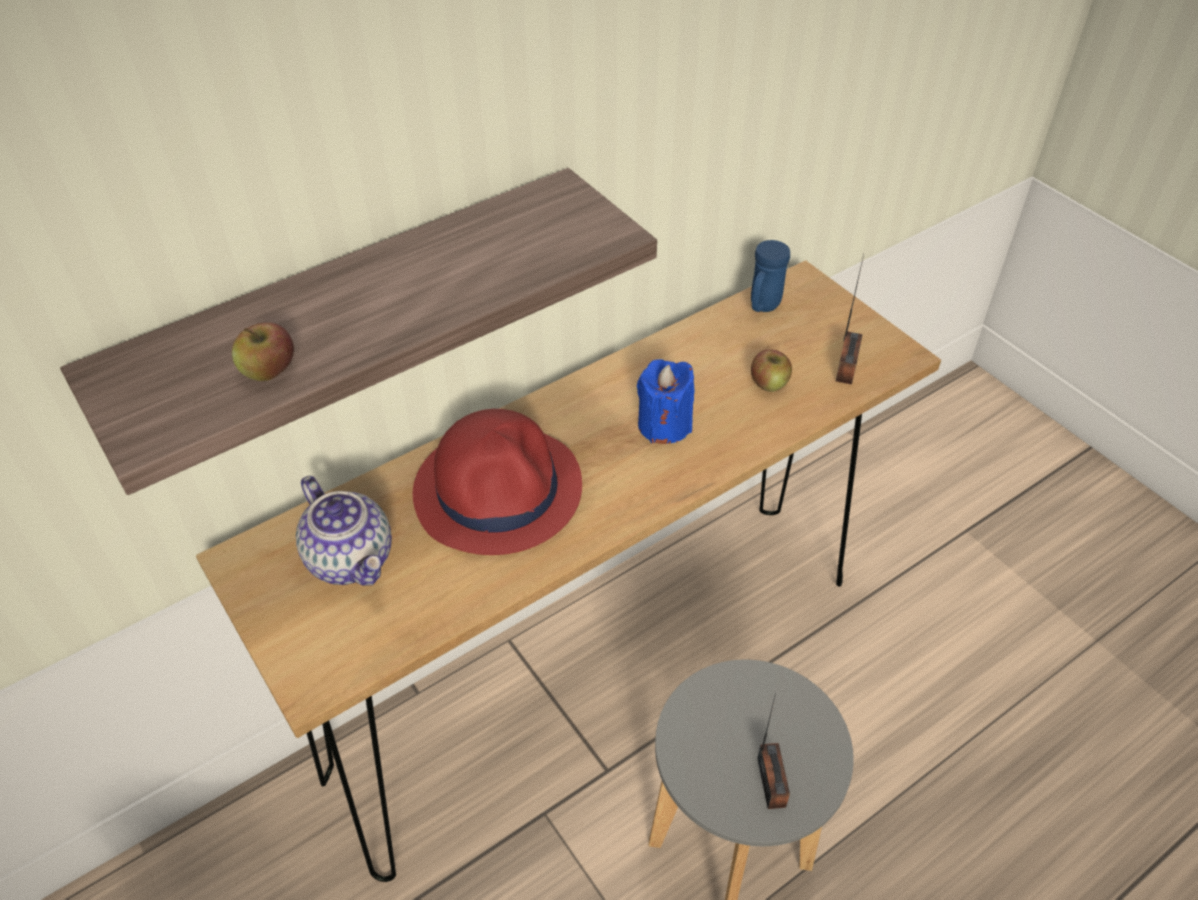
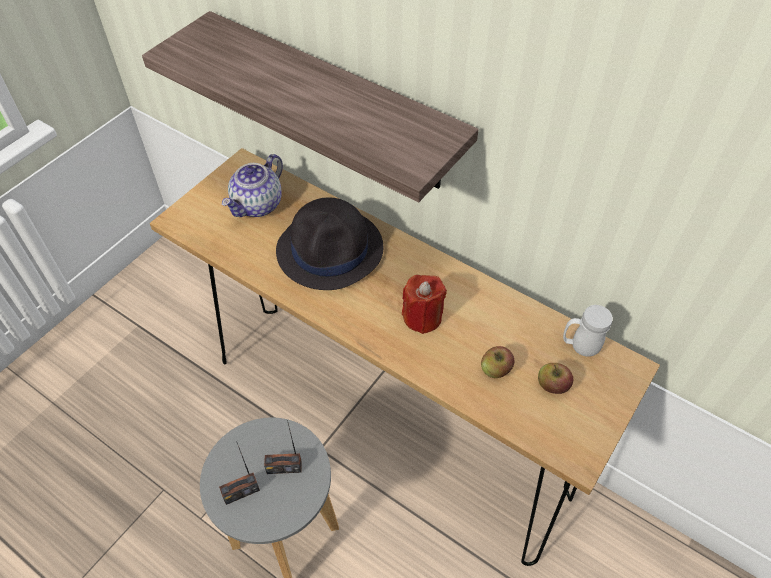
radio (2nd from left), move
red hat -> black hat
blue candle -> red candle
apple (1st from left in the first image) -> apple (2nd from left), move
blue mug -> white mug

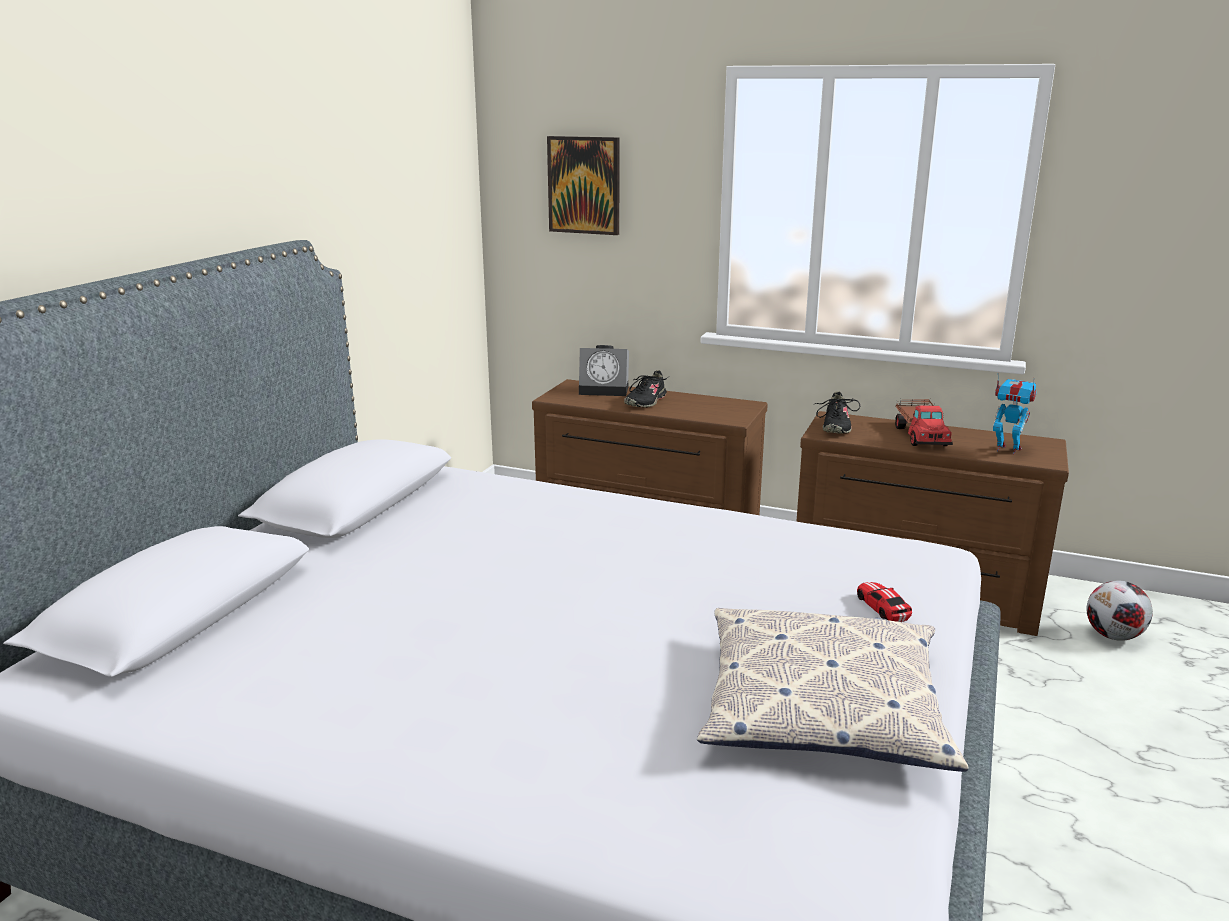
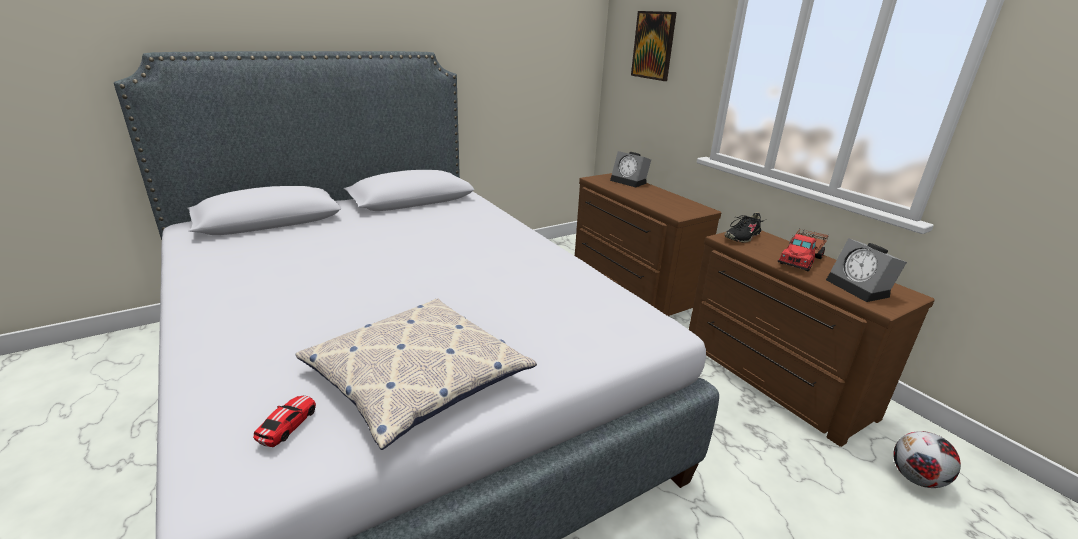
toy car, move
toy robot -> alarm clock (2nd from left)
black shoe (1st from left) -> none

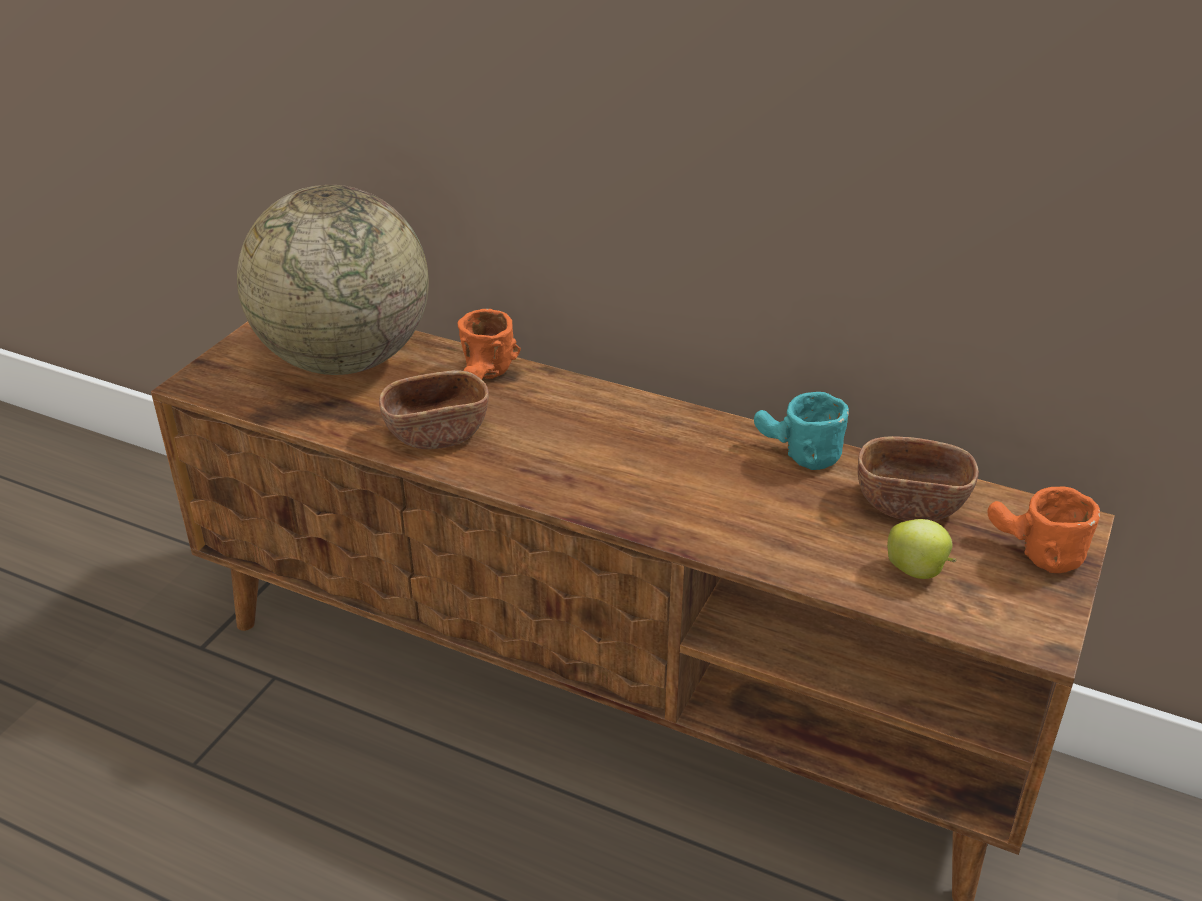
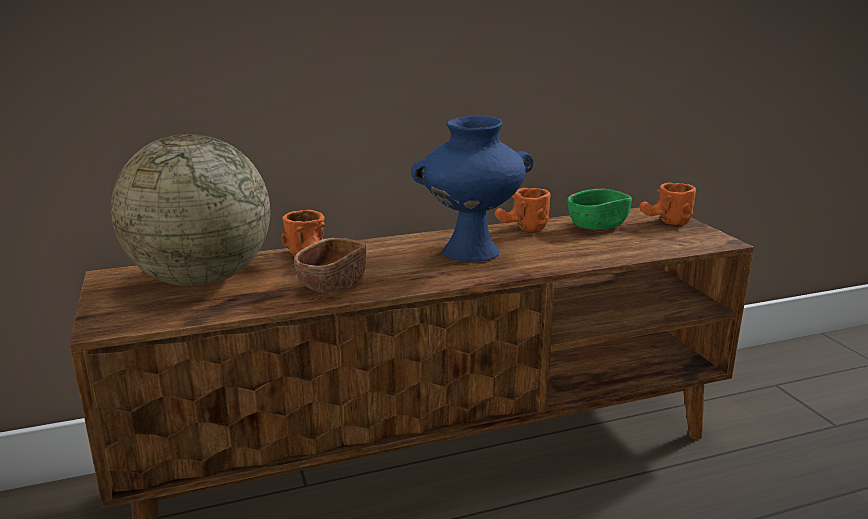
none -> blue vase
turquoise mug -> orange mug (2nd from left)
brown bowl (2nd from left) -> green bowl
apple -> none

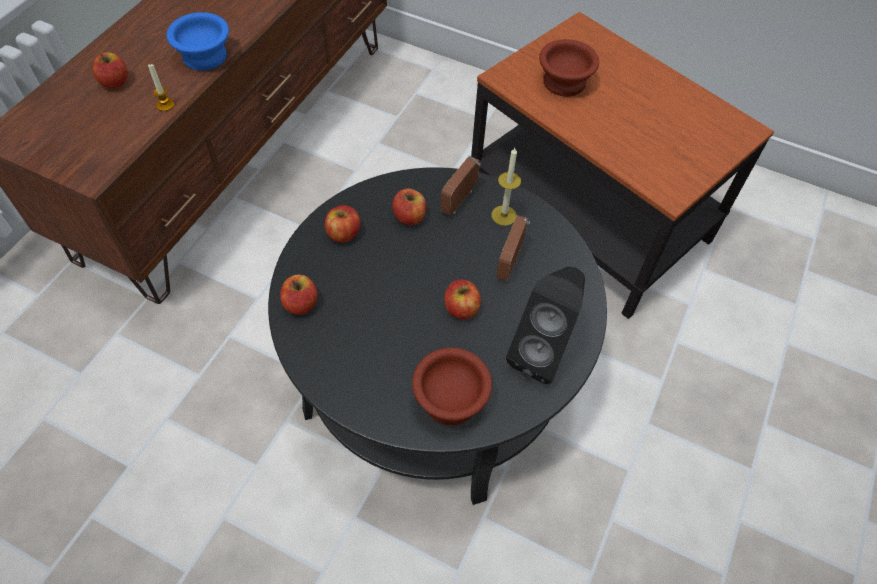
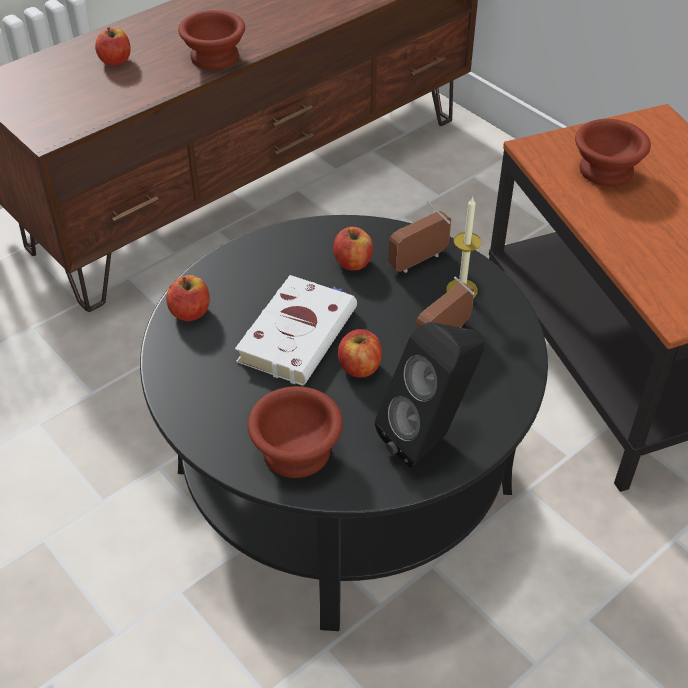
blue bowl -> brown bowl (1st from left)
none -> white book
candle (1st from left) -> none
apple (3rd from left) -> none

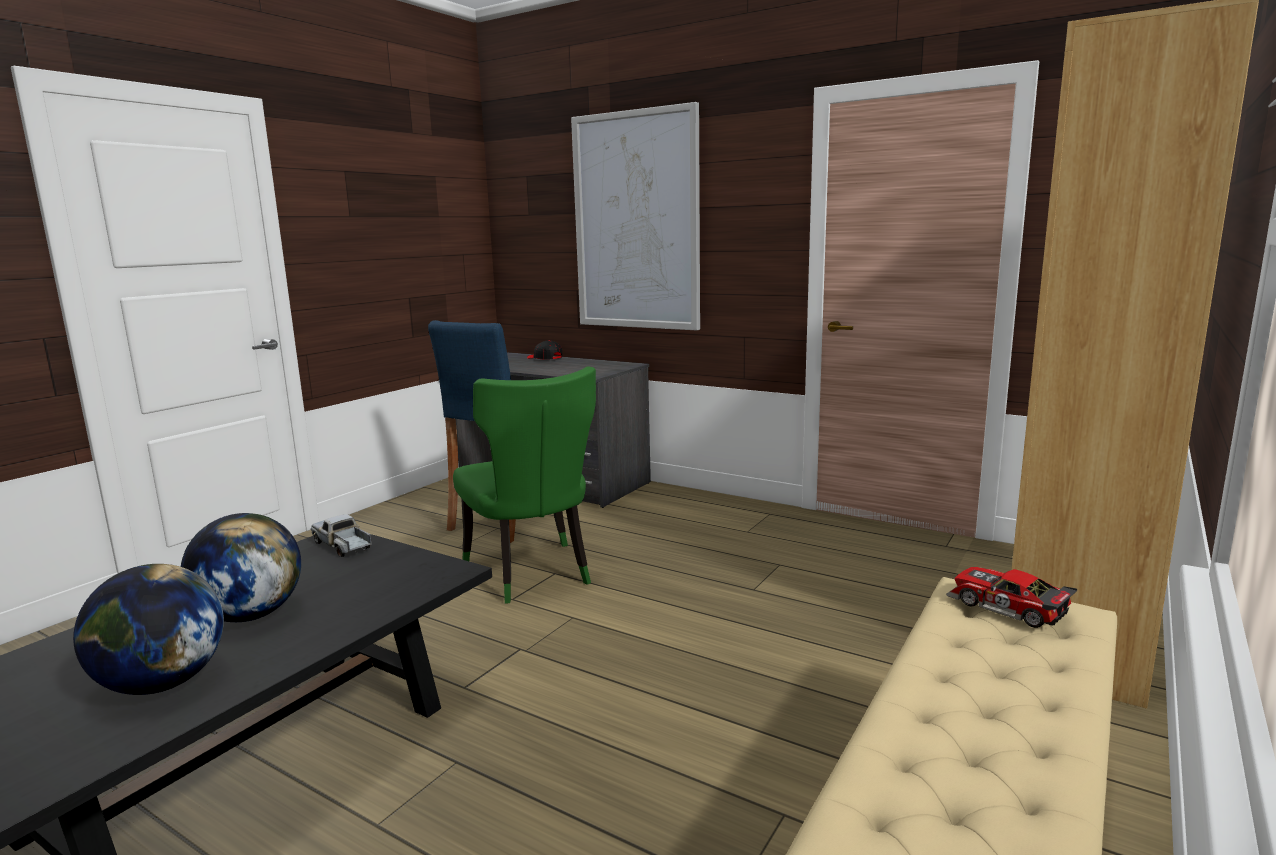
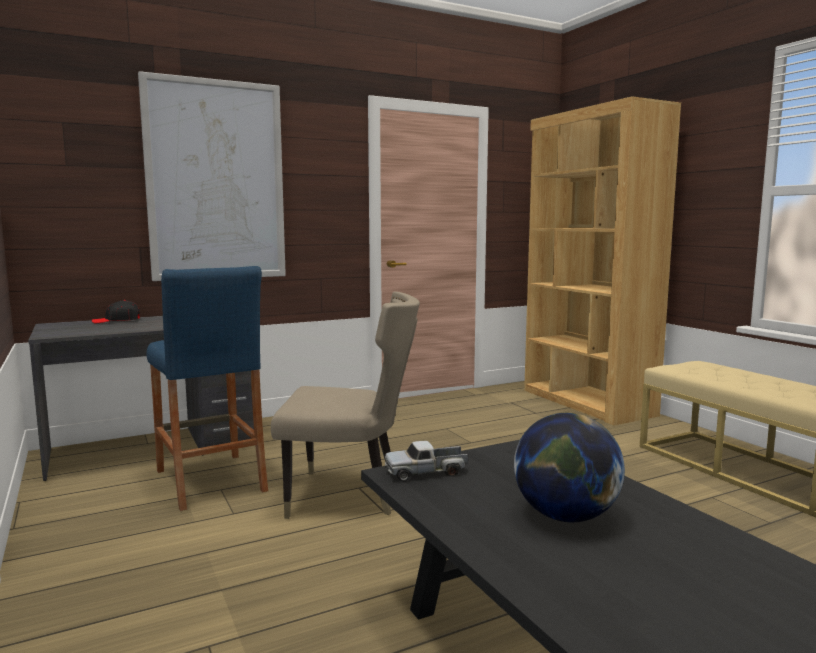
green chair -> beige chair
globe (1st from left) -> none
toy car -> none

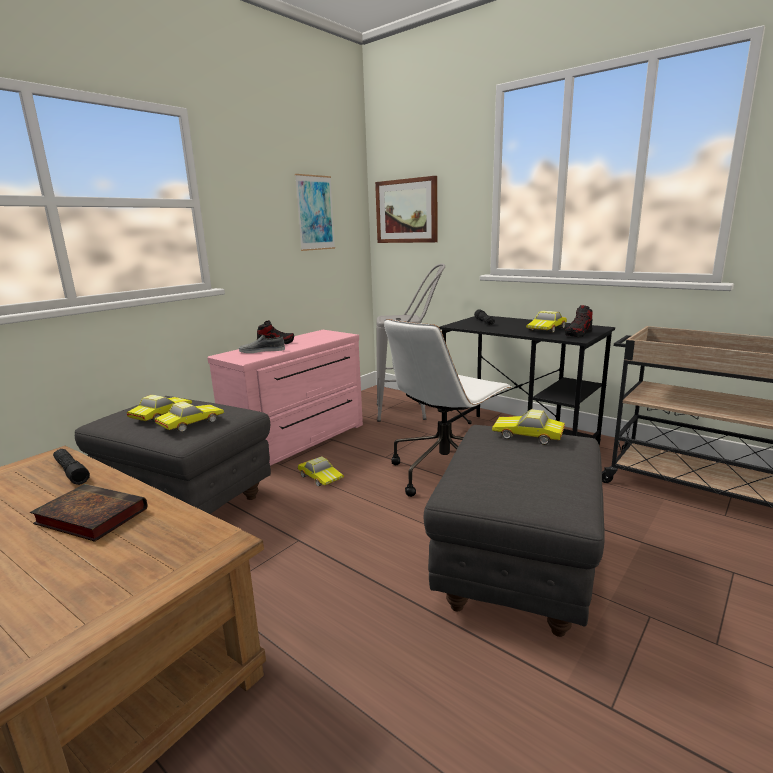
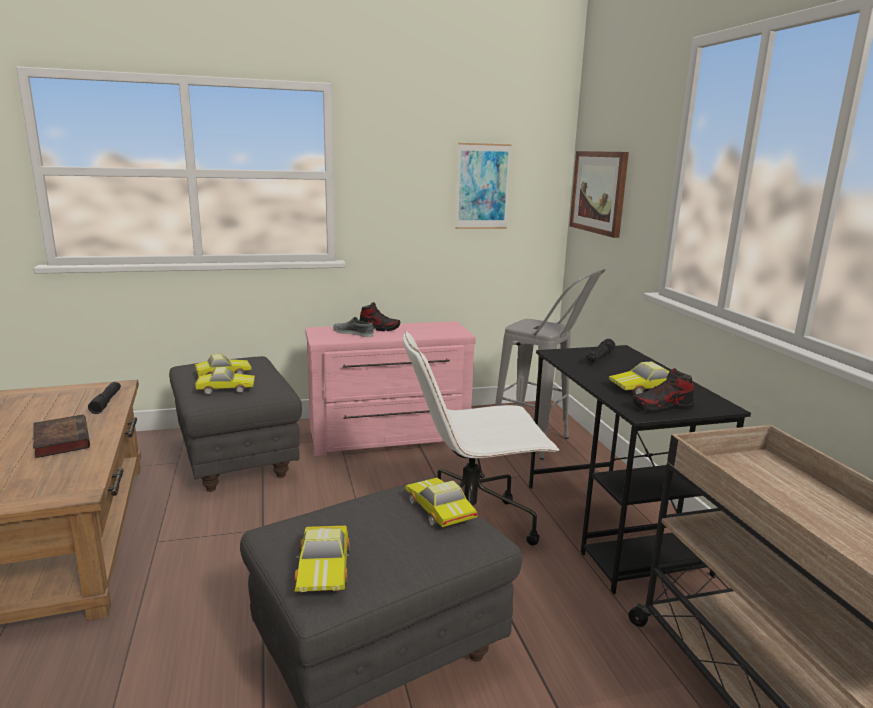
toy car (3rd from left), move

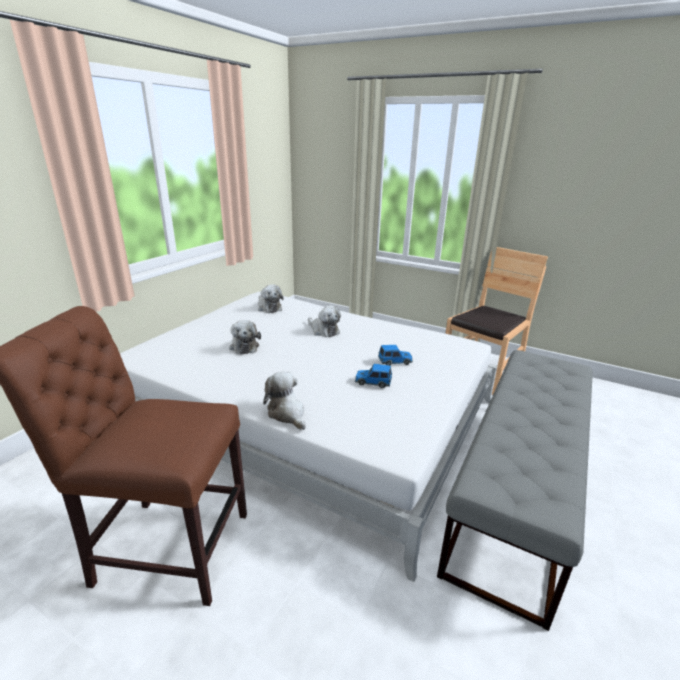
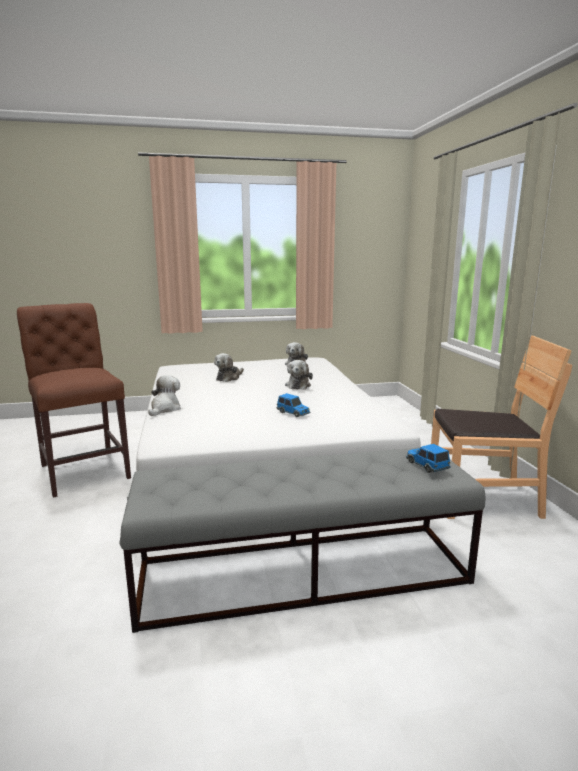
toy car (1st from left in the first image) -> toy car (2nd from left), move

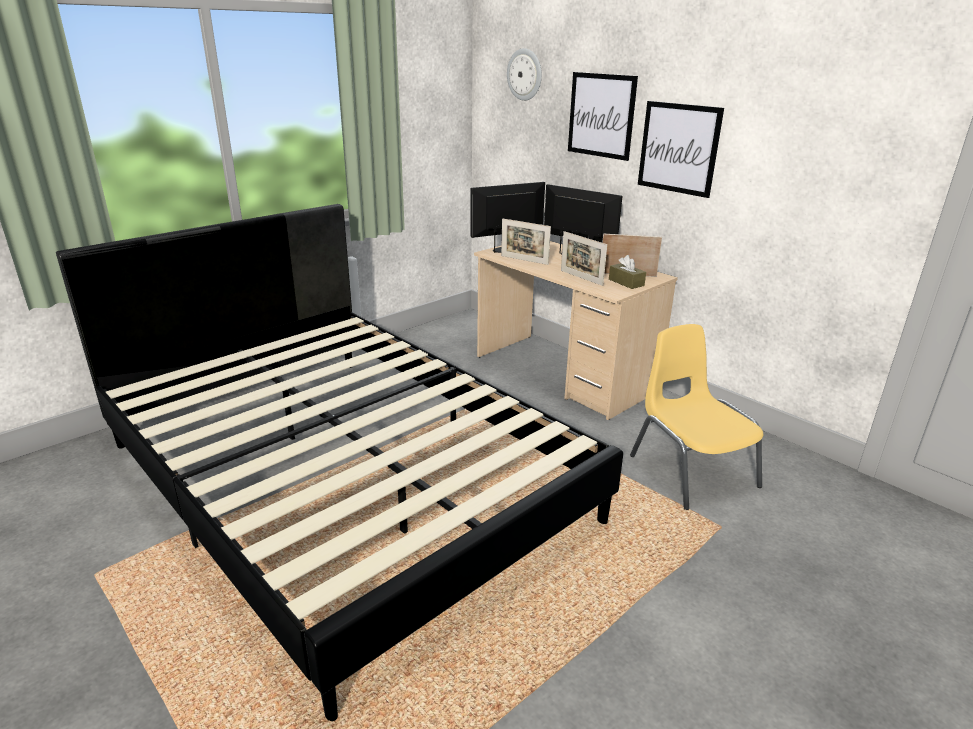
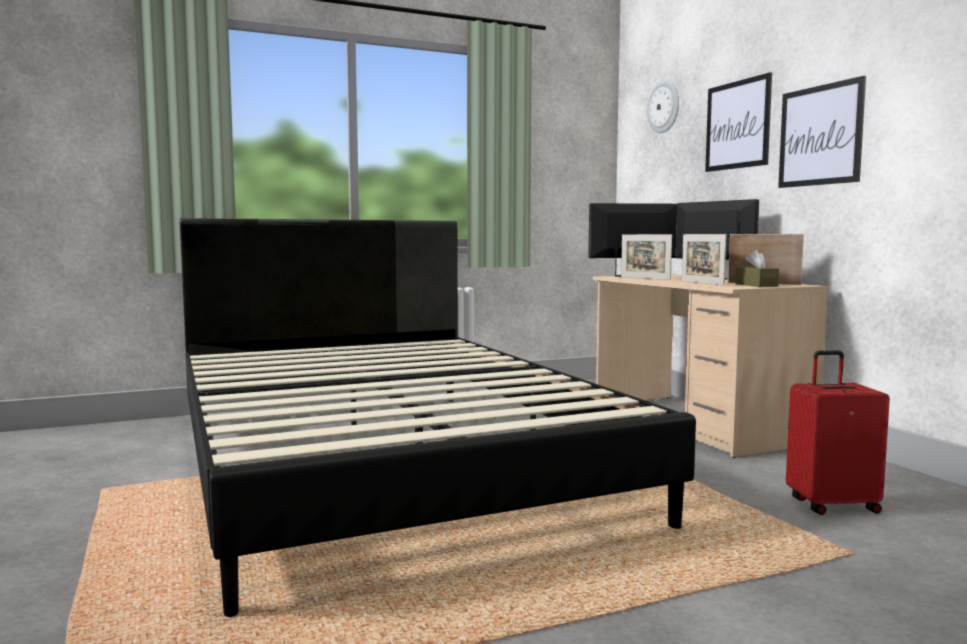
yellow chair -> red suitcase

